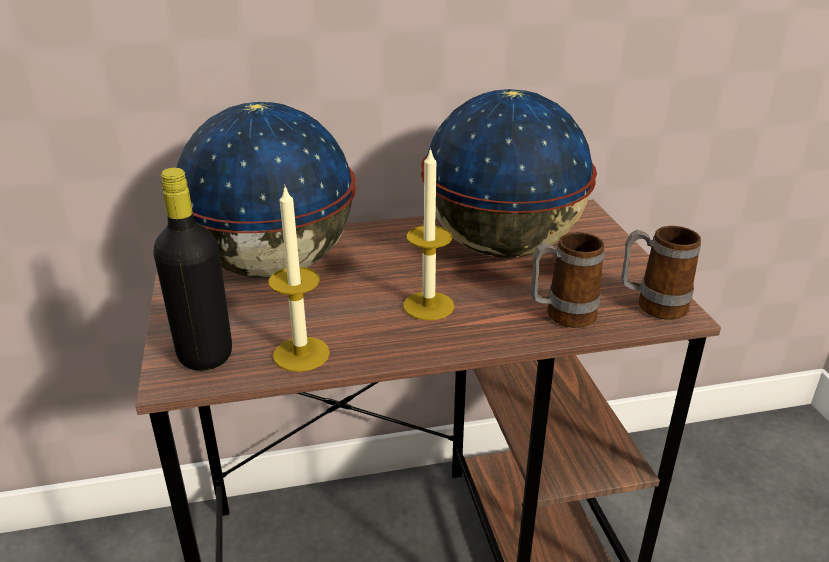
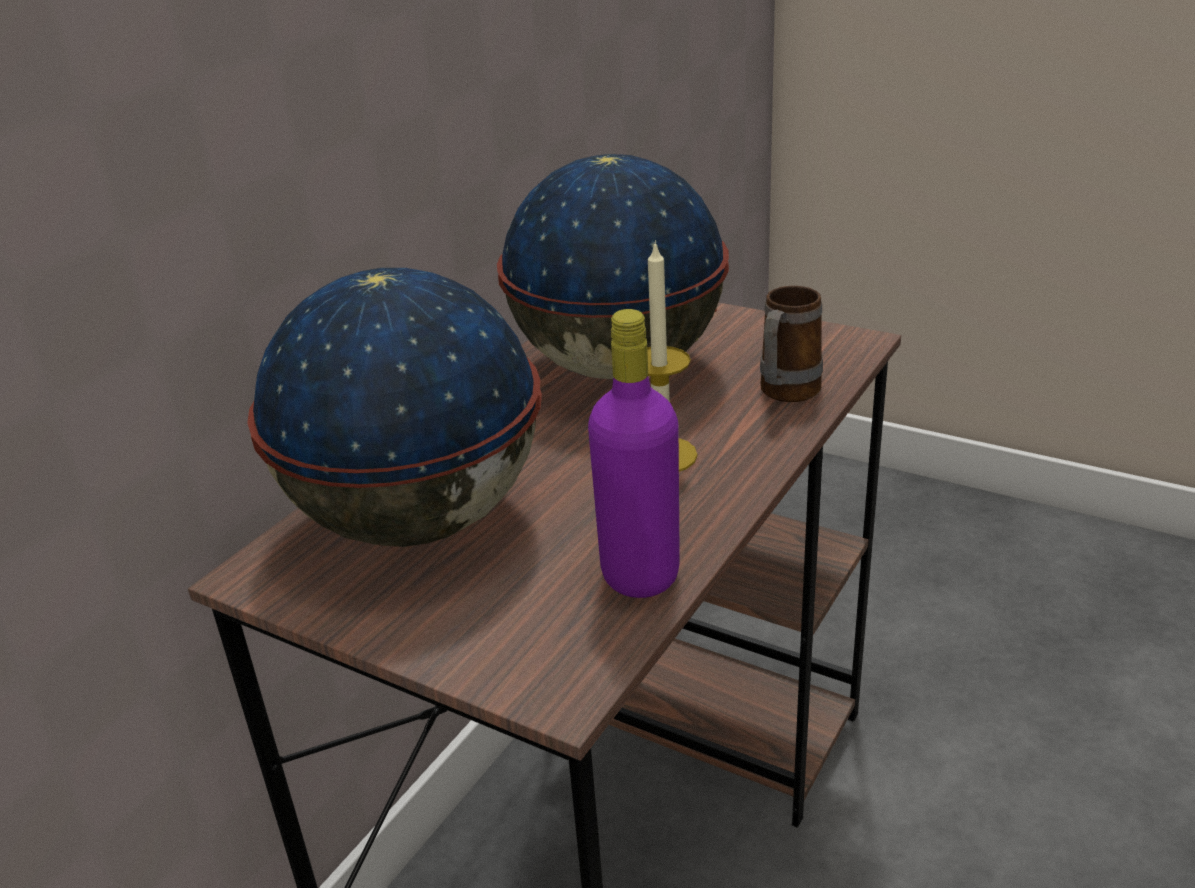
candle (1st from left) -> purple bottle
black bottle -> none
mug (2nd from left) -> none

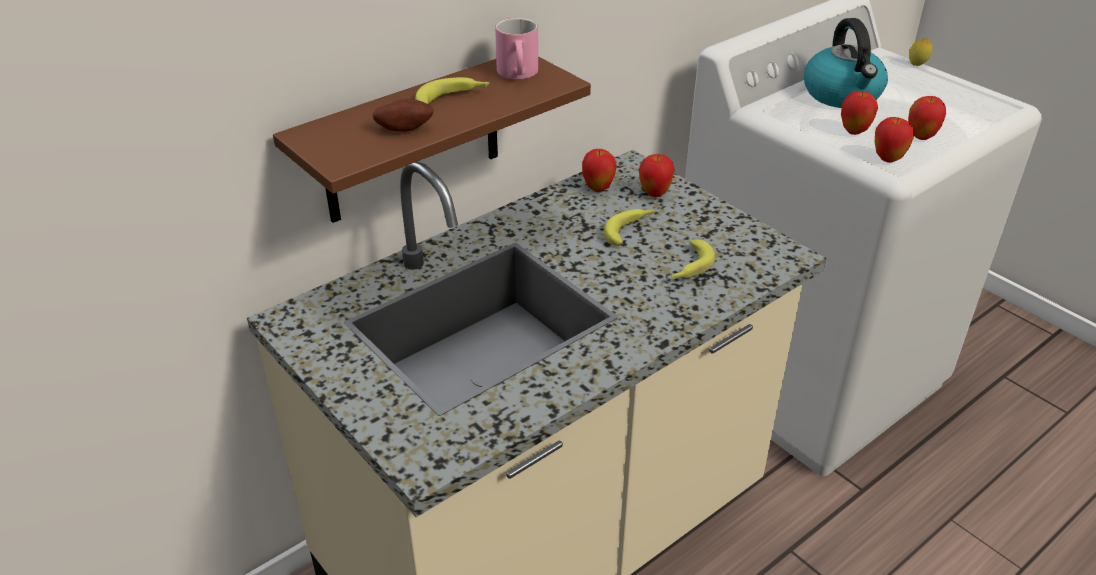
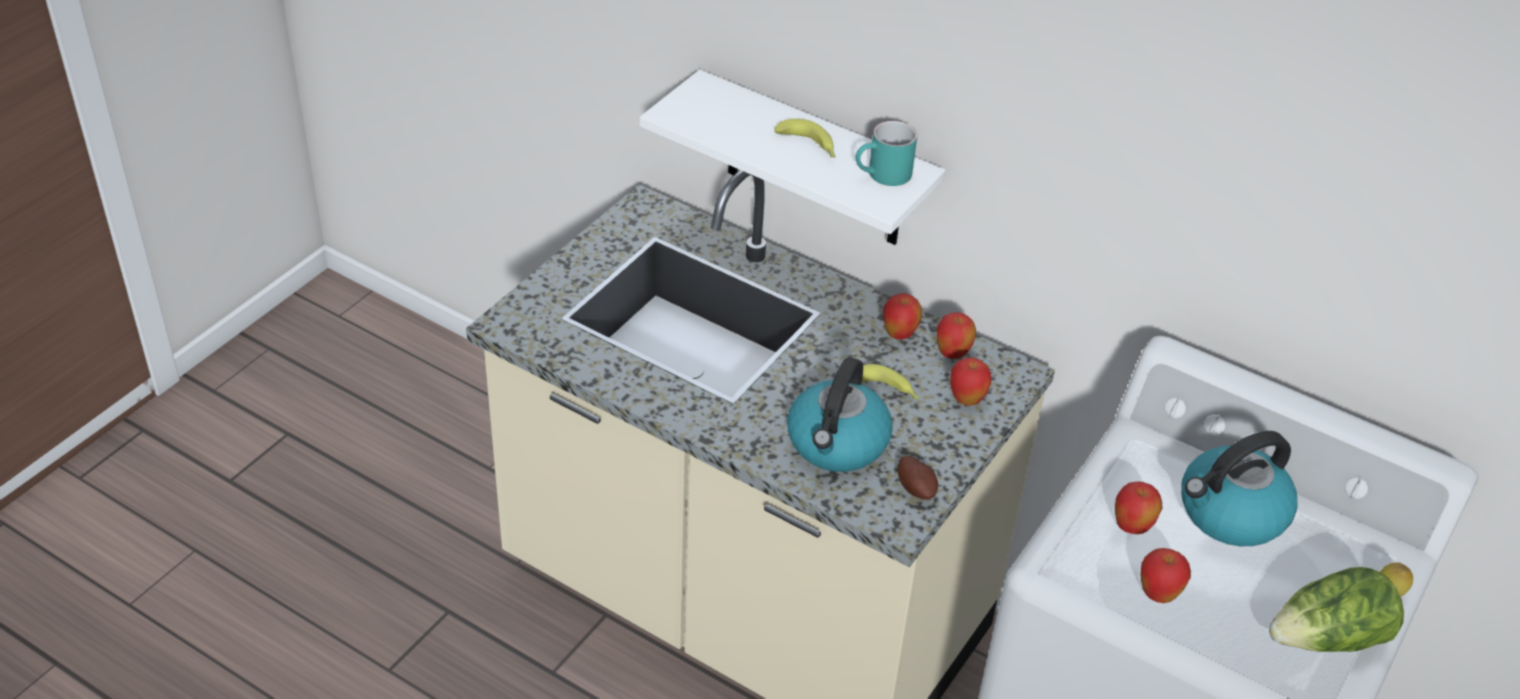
brown shelf -> white shelf
banana (3rd from left) -> kettle (1st from left)
pink mug -> turquoise mug
apple (4th from left in the first image) -> apple (1st from left), move
potato, move
none -> lettuce

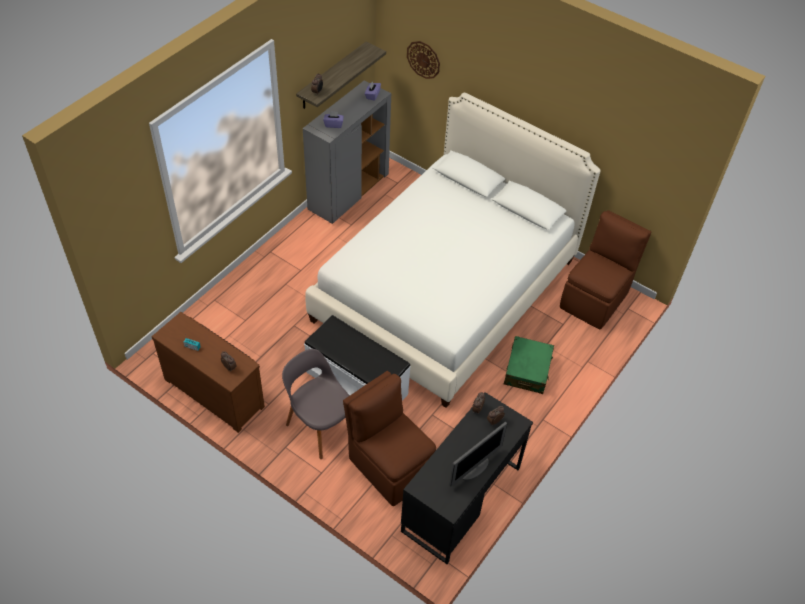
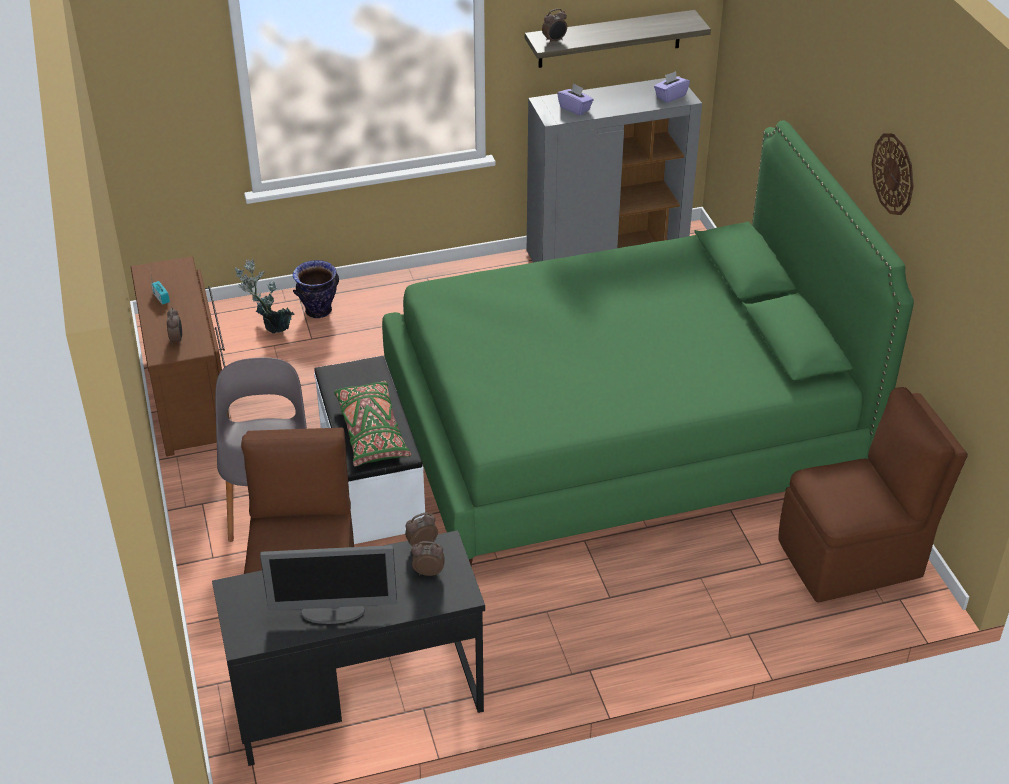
none -> potted plant
none -> vase
none -> green pillow
white bed -> green bed
wall clock, move
green suitcase -> none

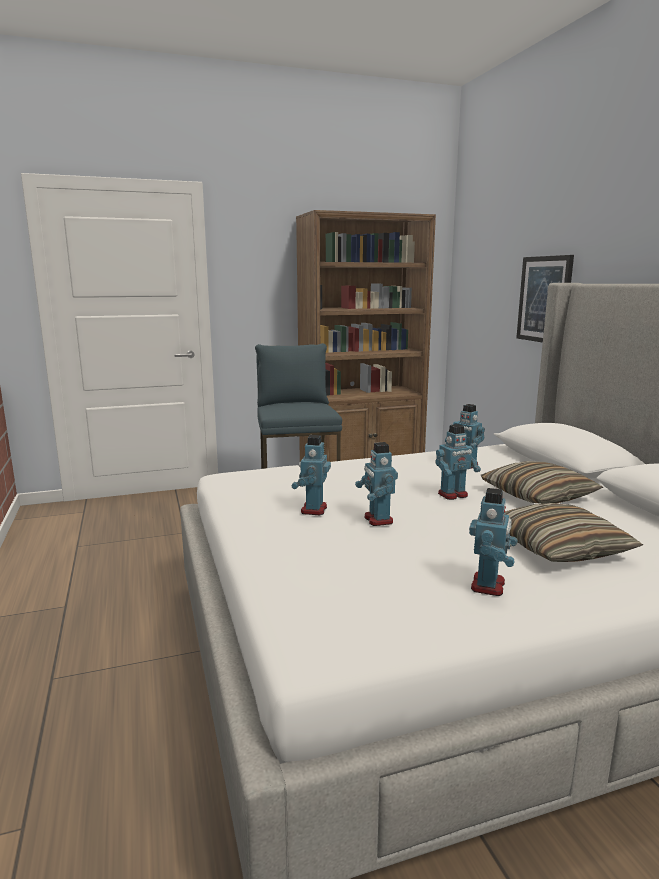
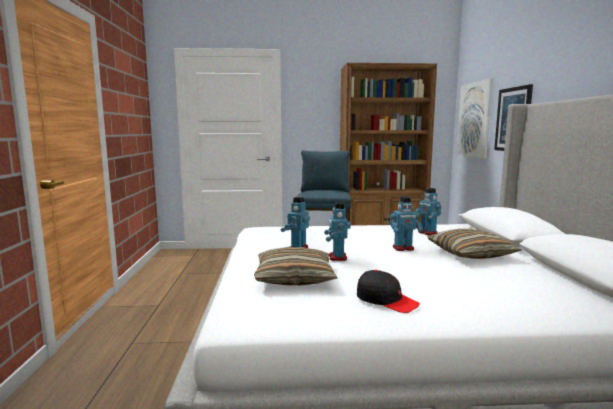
pillow (2nd from left in the first image) -> pillow (1st from left), move
toy robot (5th from left) -> black cap
none -> picture (1st from left)

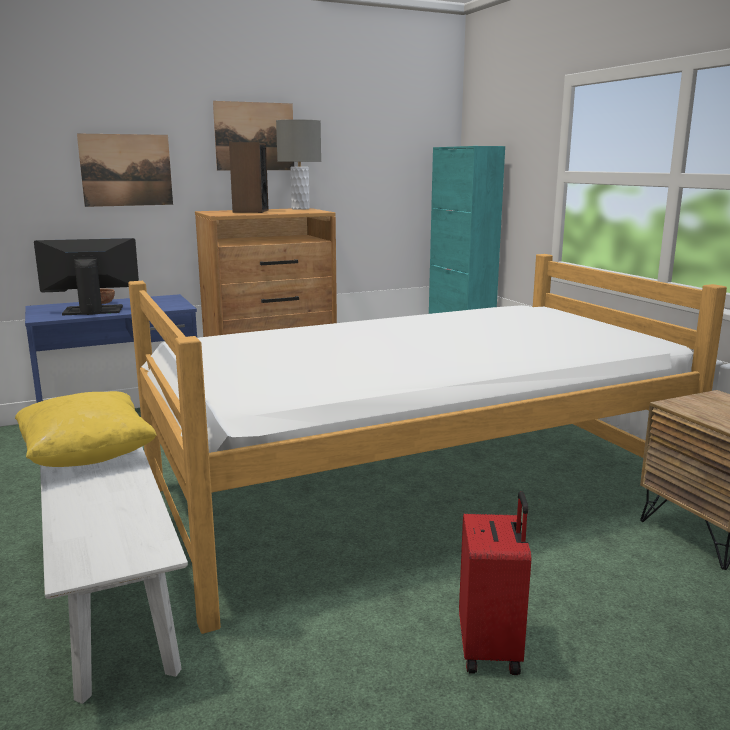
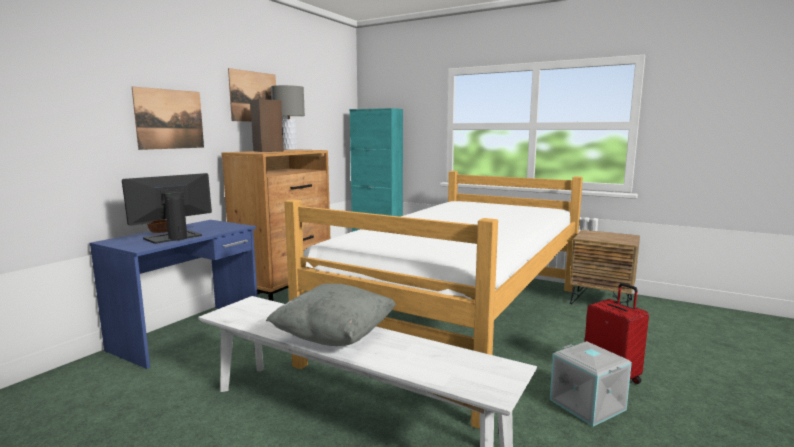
yellow pillow -> grey pillow
none -> grey storage box

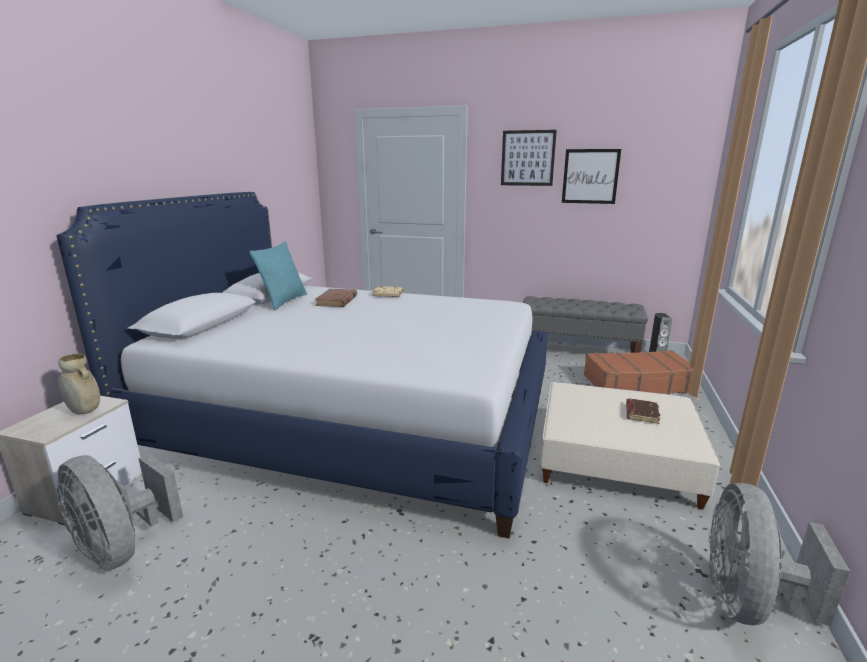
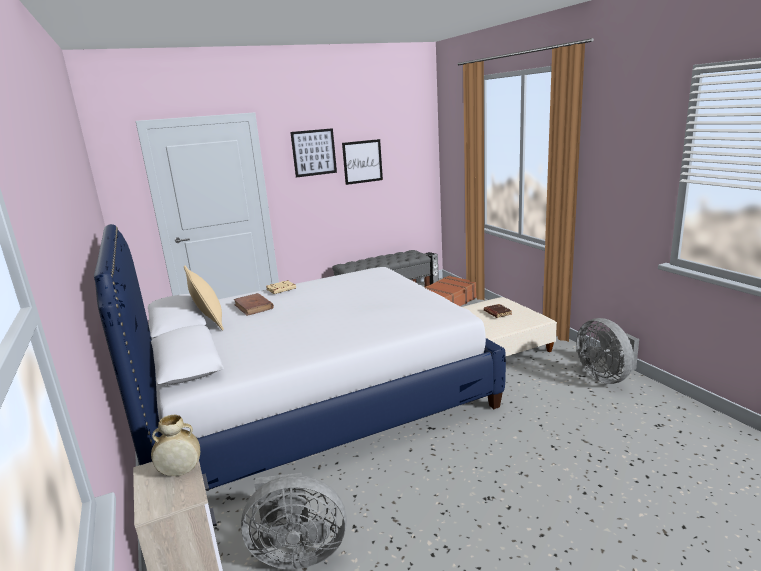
turquoise pillow -> beige pillow

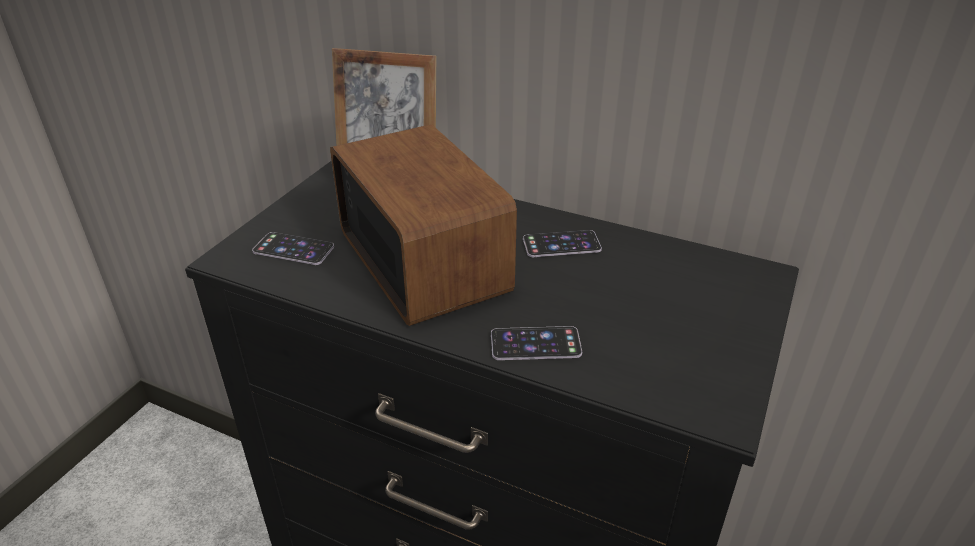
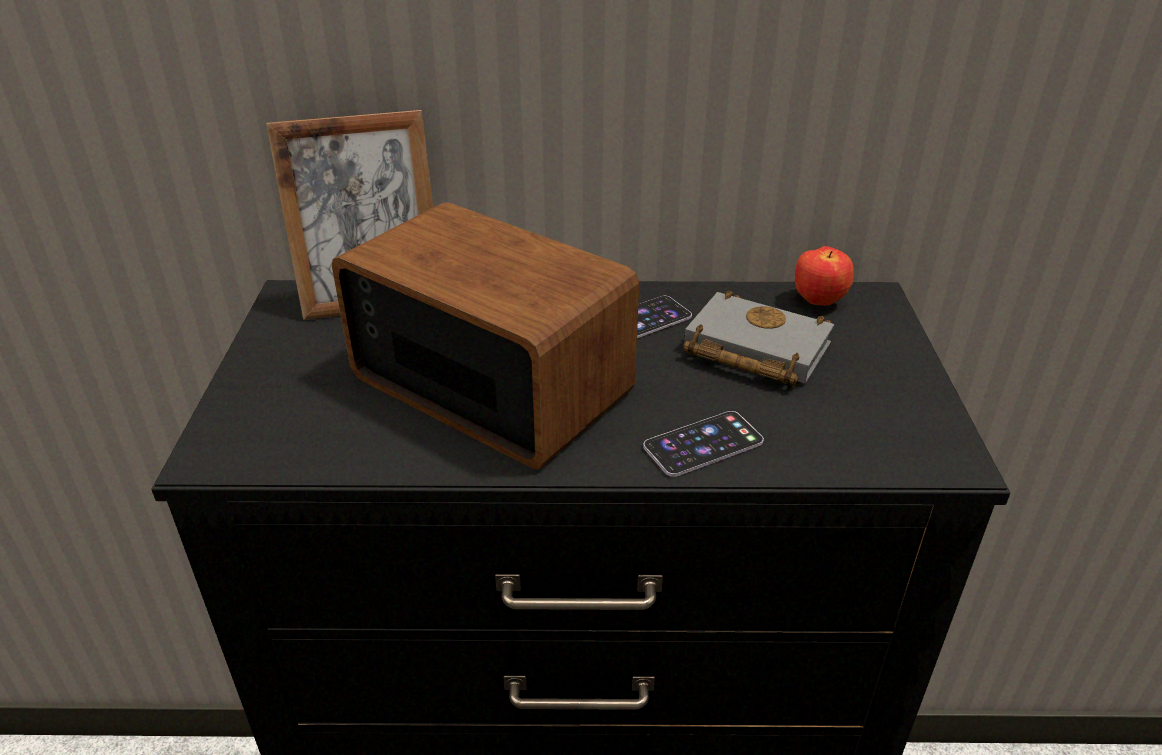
none -> grey book
none -> apple
phone (1st from left) -> none

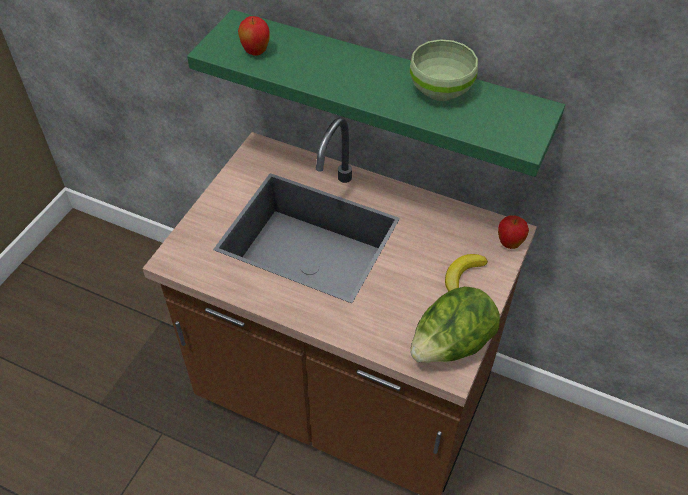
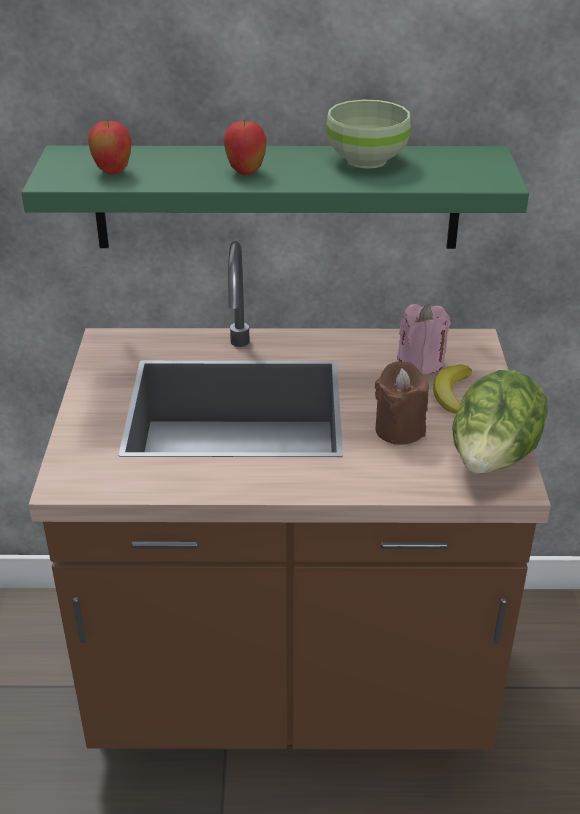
apple (2nd from left), move
none -> brown candle
none -> pink candle

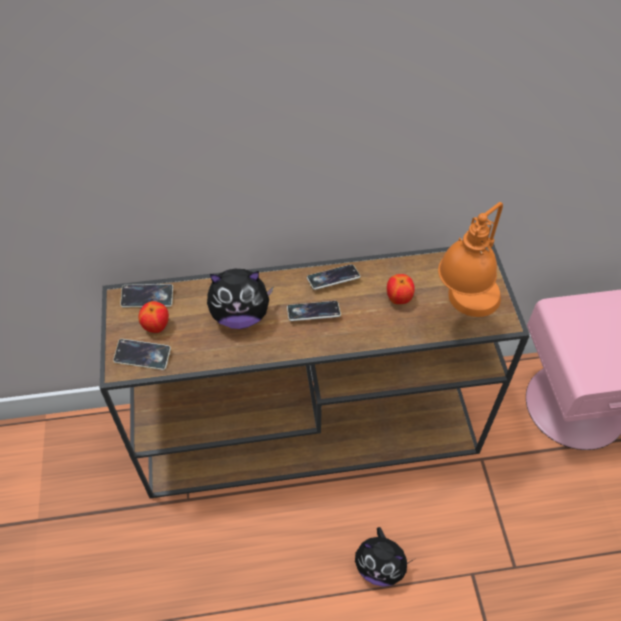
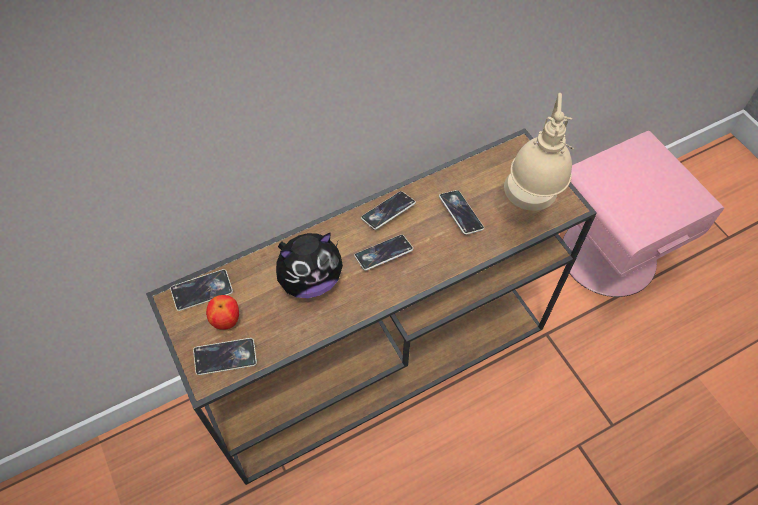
apple (2nd from left) -> phone (5th from left)
orange table lamp -> beige table lamp
plush toy (2nd from left) -> none

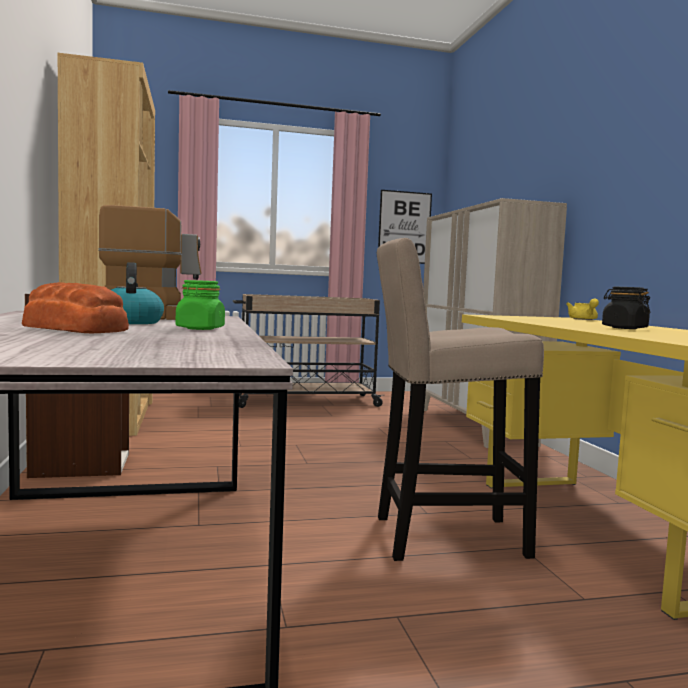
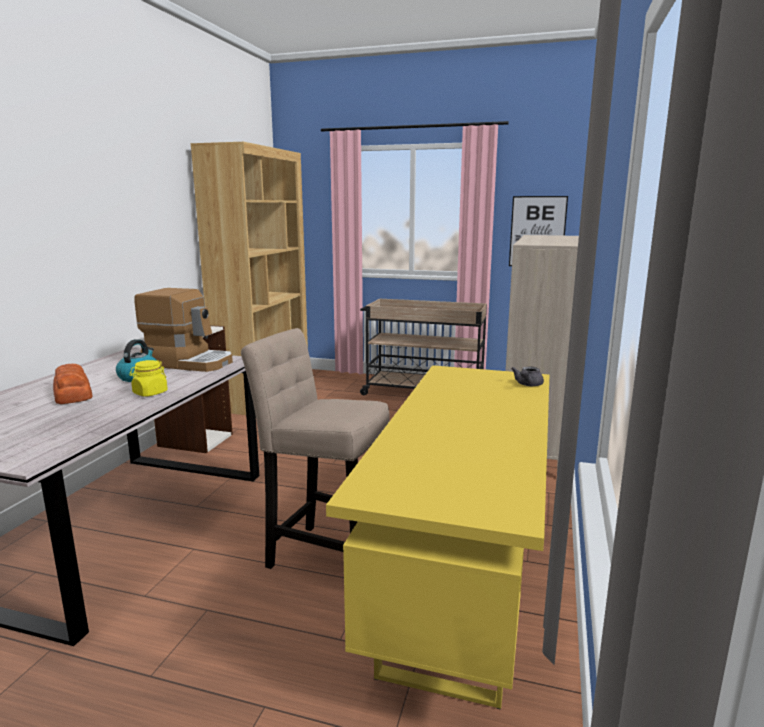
green jar -> yellow jar
yellow teapot -> grey teapot
black jar -> none

